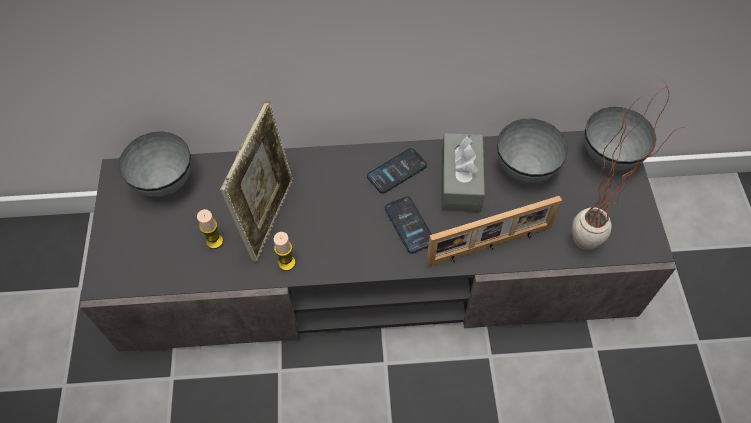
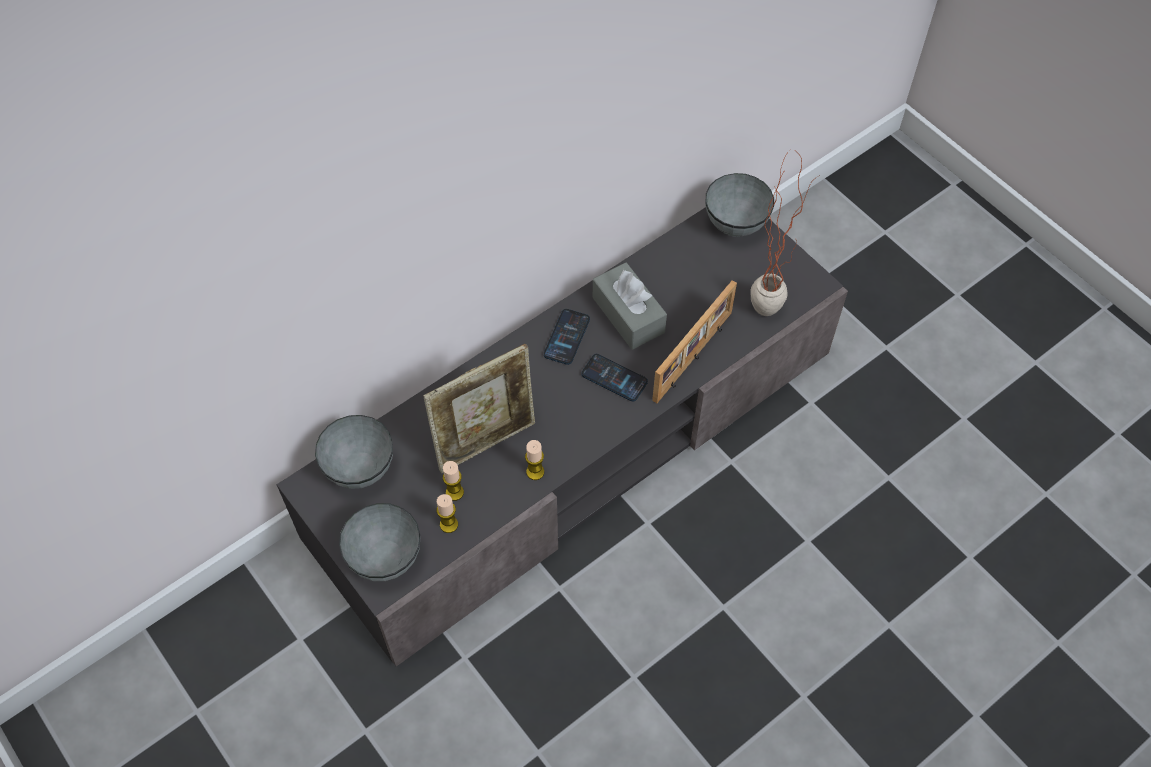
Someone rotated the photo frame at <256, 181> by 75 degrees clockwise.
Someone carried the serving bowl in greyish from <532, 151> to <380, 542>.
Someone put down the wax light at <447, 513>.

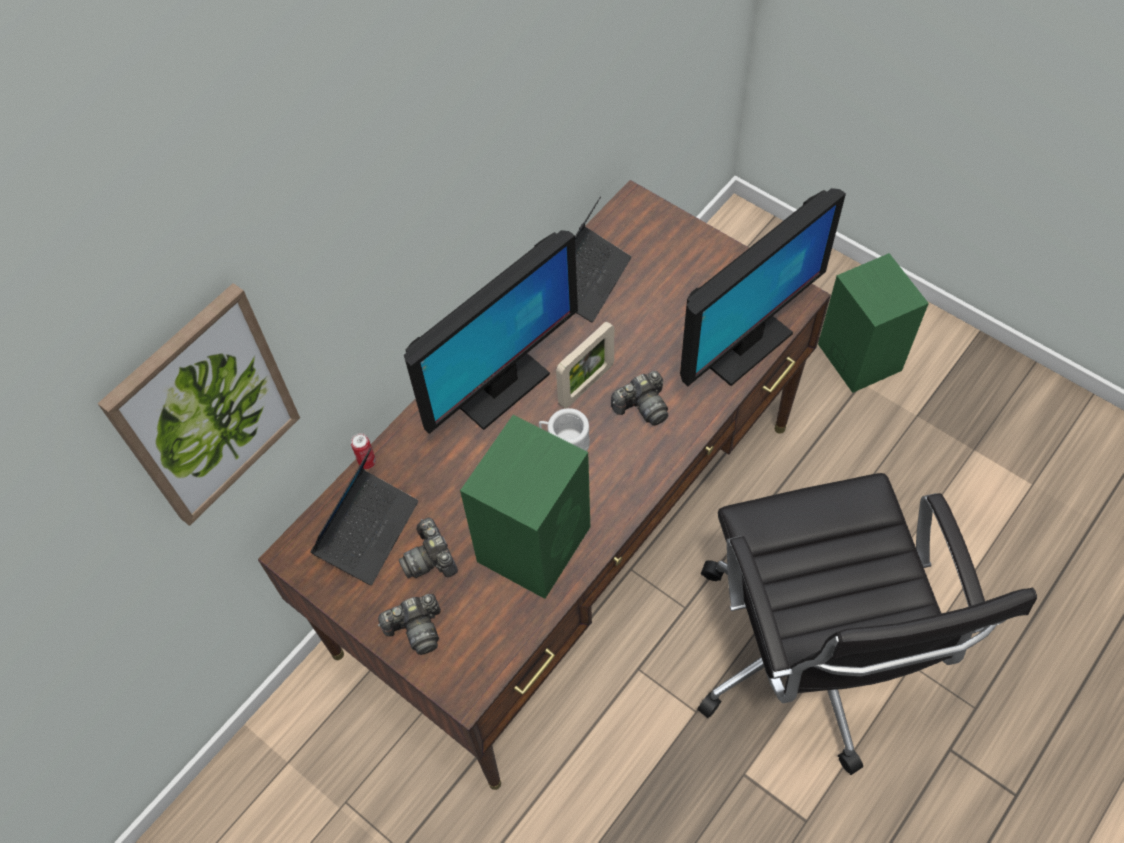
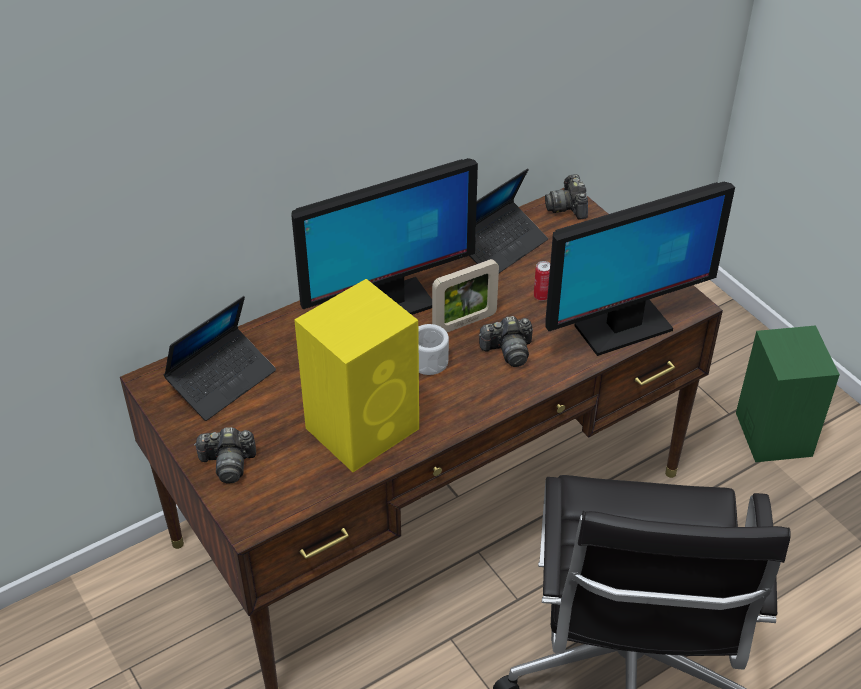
Someone took away the picture at <199, 404>.
Someone repainted the speaker in green-coloured at <525, 507>, which became the speaker in yellowish at <356, 375>.
Someone carried the can from <363, 451> to <542, 281>.
Someone carried the photo camera from <428, 548> to <566, 197>.

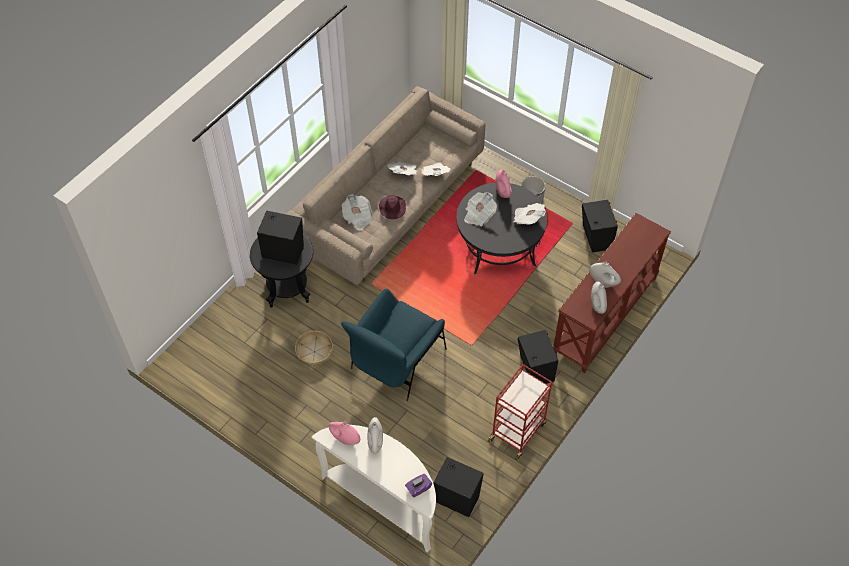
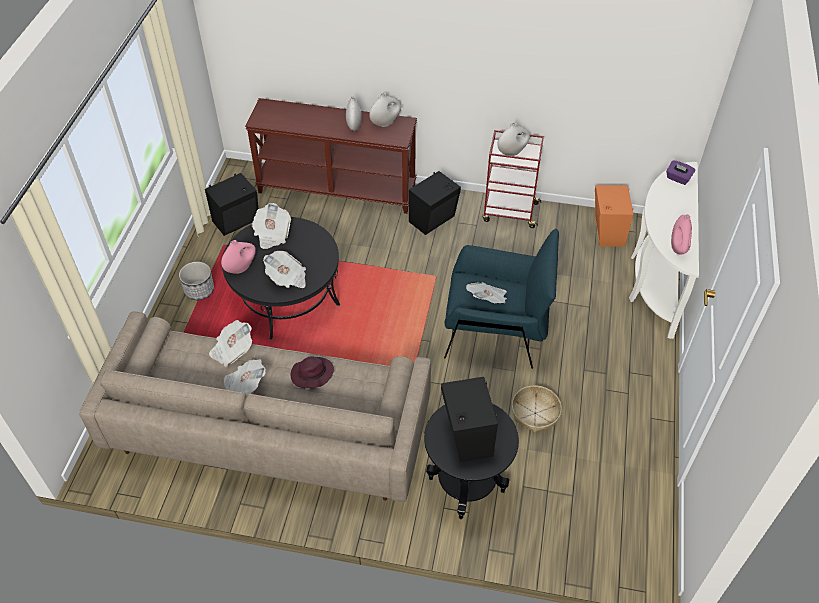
Someone carried the printed paper from <357, 212> to <486, 292>.
Someone carried the vase in white from <375, 435> to <513, 139>.
Someone repainted the speaker in black-coloured at <458, 487>, which became the speaker in orangey at <614, 216>.

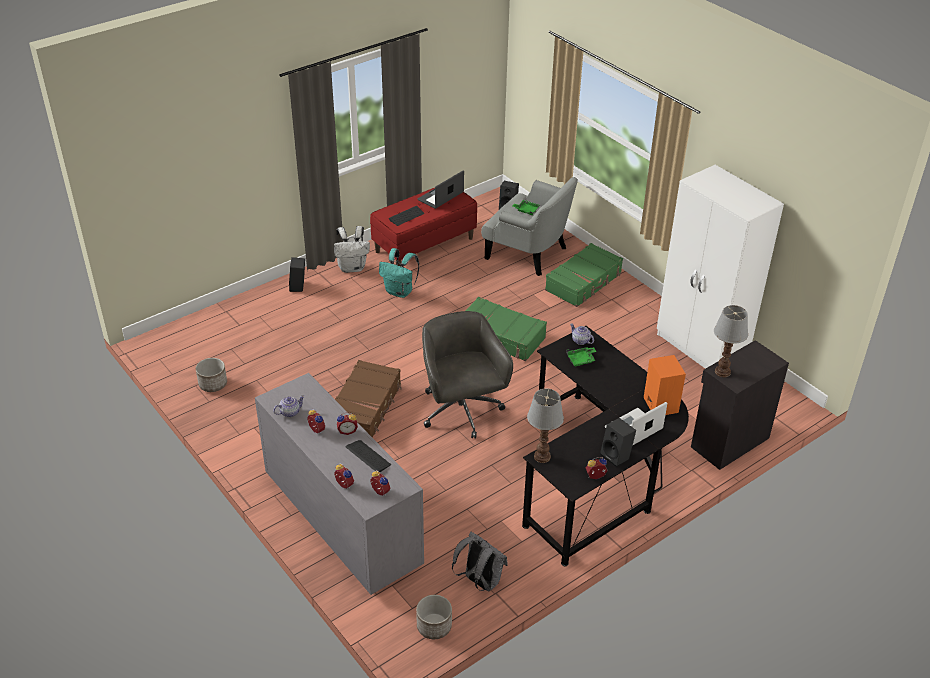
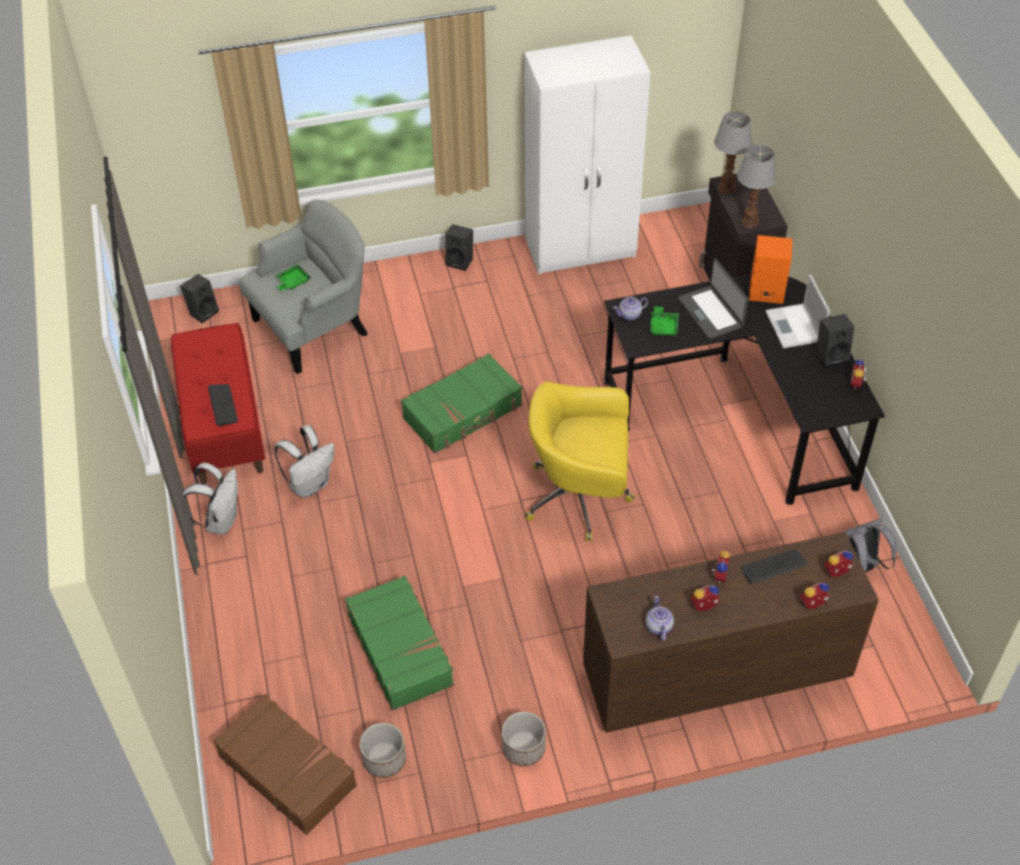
Someone carried the portable computer from <440, 190> to <713, 298>.
Someone carried the piece of luggage in green-coloured from <584, 275> to <399, 643>.
Someone repainted the backpack in blue-green at <399, 273>, which became the backpack in white at <304, 461>.
Someone carried the speaker in black-coloured from <297, 274> to <459, 247>.
Someone repainted the desk chair in greyish at <467, 375>, which became the desk chair in yellowish at <580, 461>.
Someone carried the piece of luggage in brown from <368, 399> to <285, 764>.
Someone repainted the chest of drawers in greyish at <339, 484>, which became the chest of drawers in brown at <731, 632>.
Someone carried the lamp for a table from <545, 426> to <733, 152>.
Someone carried the planter from <434, 617> to <524, 739>.

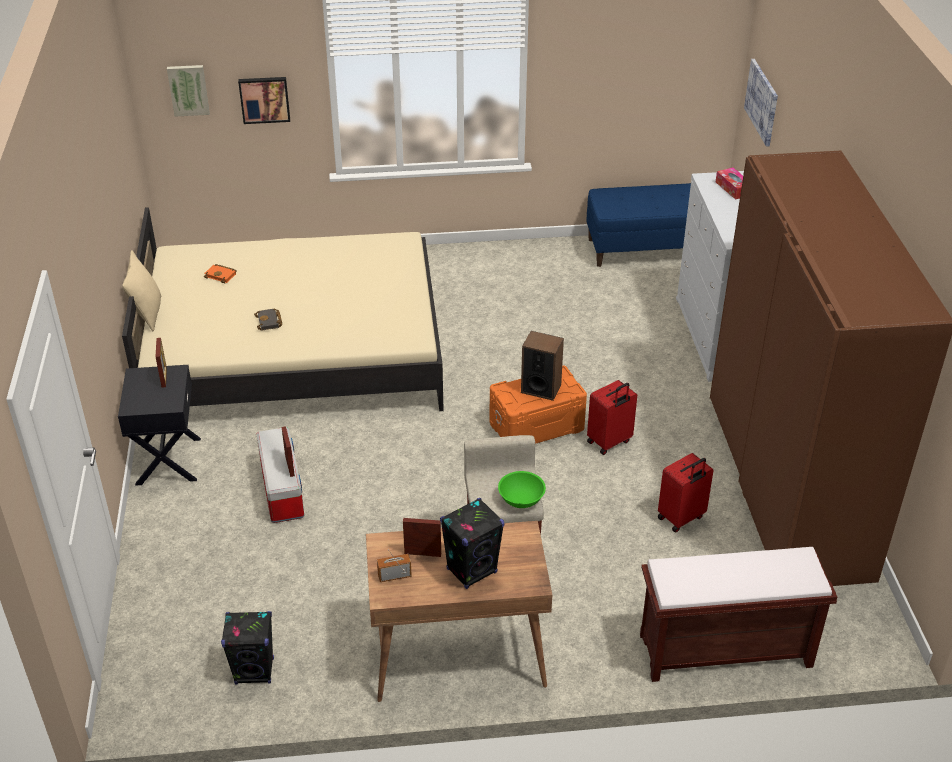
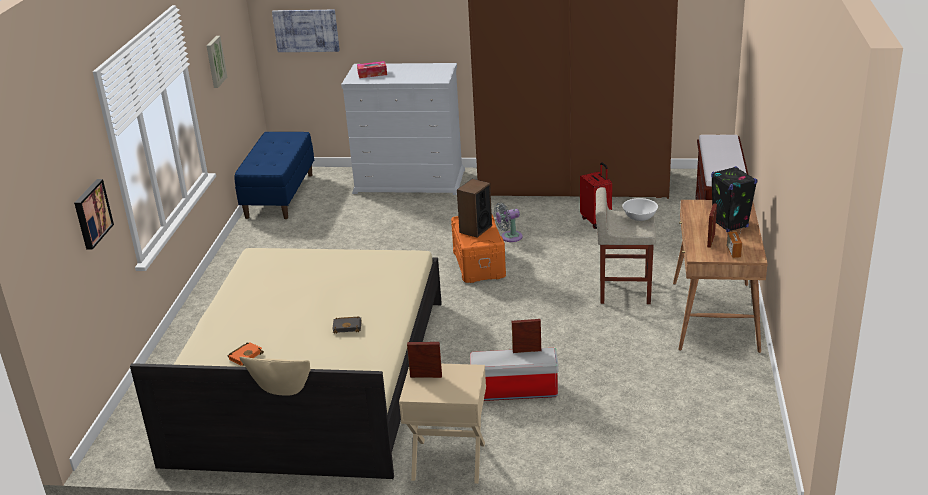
Someone carried the picture from <188, 91> to <216, 62>.
Someone repainted the night table in black-coloured at <159, 425>, which became the night table in beige at <442, 424>.
Someone swapped the piece of luggage in red at <612, 417> for the cooling fan in greyish at <508, 222>.
Someone repainted the serving bowl in green-coloured at <522, 489>, which became the serving bowl in white at <640, 209>.
Someone took away the speaker in black-coloured at <247, 648>.

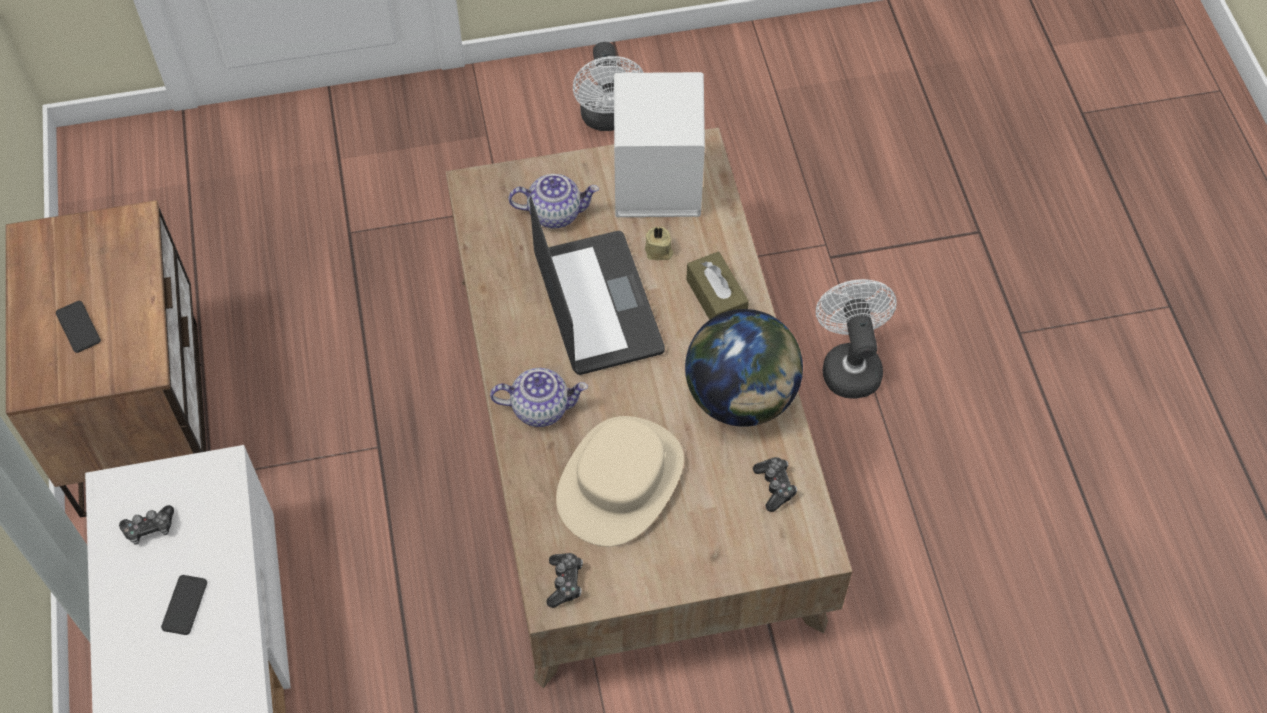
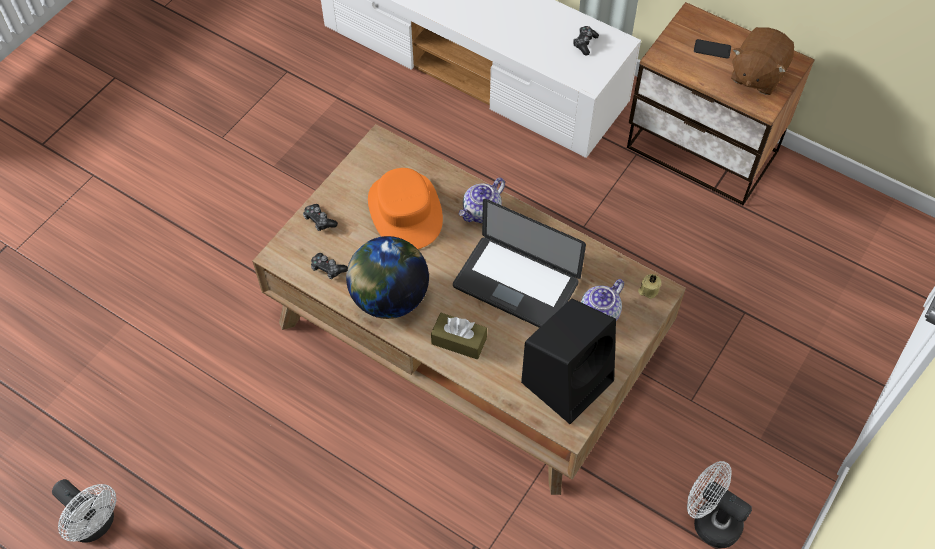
Someone repainted the speaker in white at <659, 144>, which became the speaker in black-coloured at <568, 361>.
Someone carried the wax light in beige from <659, 243> to <649, 286>.
Someone carried the cooling fan in white from <856, 338> to <84, 511>.
Someone repainted the hat in beige at <620, 481>, which became the hat in orangey at <405, 208>.
Someone carried the joypad from <565, 580> to <320, 217>.
Someone took away the handset at <184, 605>.
Someone put down the cuddly toy in brown at <762, 61>.

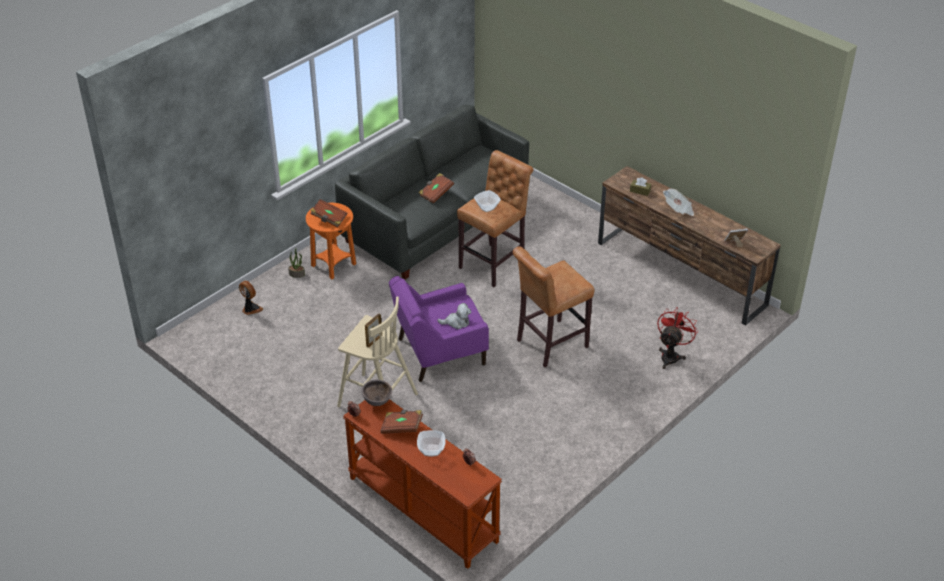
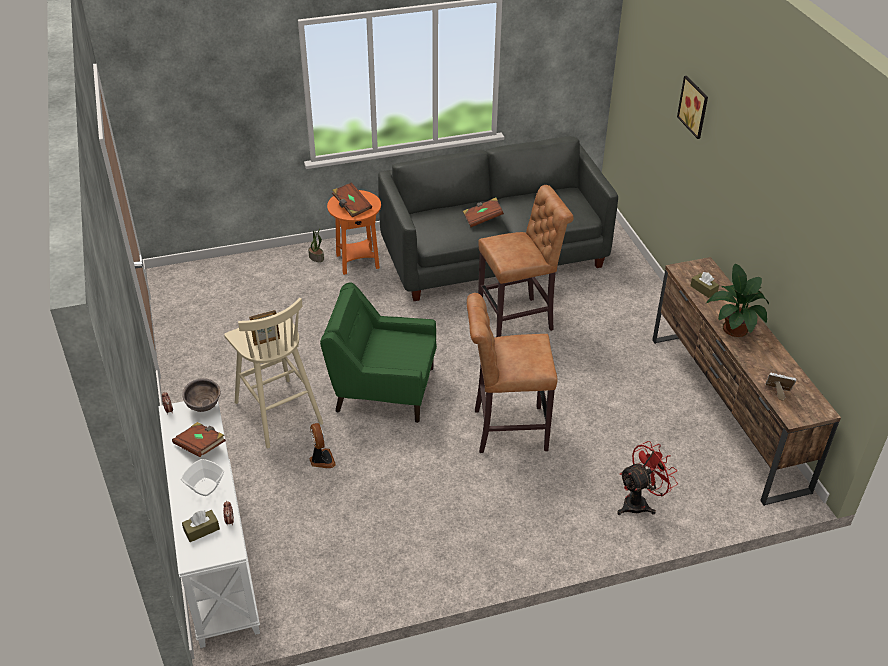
Someone swapped the printed paper at <678, 202> for the potted plant at <737, 300>.
Someone took away the serving bowl at <487, 201>.
Someone repainted the armchair in purple-coloured at <439, 329>, which became the armchair in green-coloured at <378, 353>.
Someone carried the cooling fan from <251, 298> to <322, 445>.
Someone took away the cuddly toy at <454, 316>.
Someone repainted the narrow table in brown at <422, 484>, which became the narrow table in white at <209, 524>.
Someone put up the picture at <692, 107>.
Someone put down the box of tissues in brown at <201, 526>.

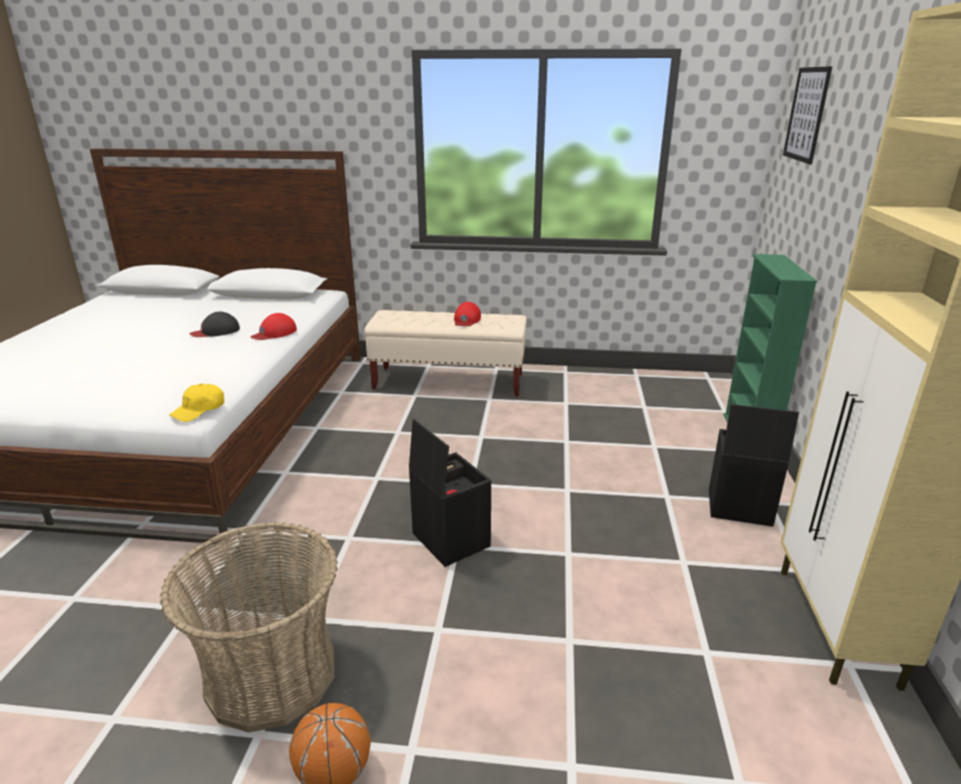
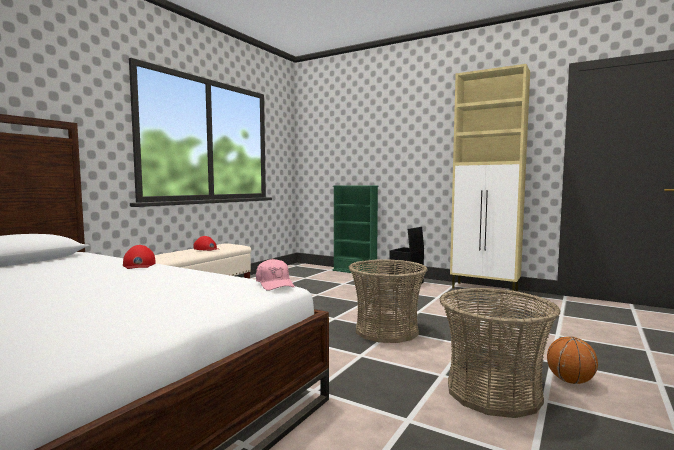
Someone took away the picture at <807, 115>.
Someone took away the peaked cap in black-coloured at <214, 324>.
Someone repainted the peaked cap in yellowish at <196, 402>, which became the peaked cap in pinkish at <275, 274>.
Someone swapped the storage bin in black-coloured at <450, 493> for the household basket at <388, 301>.

